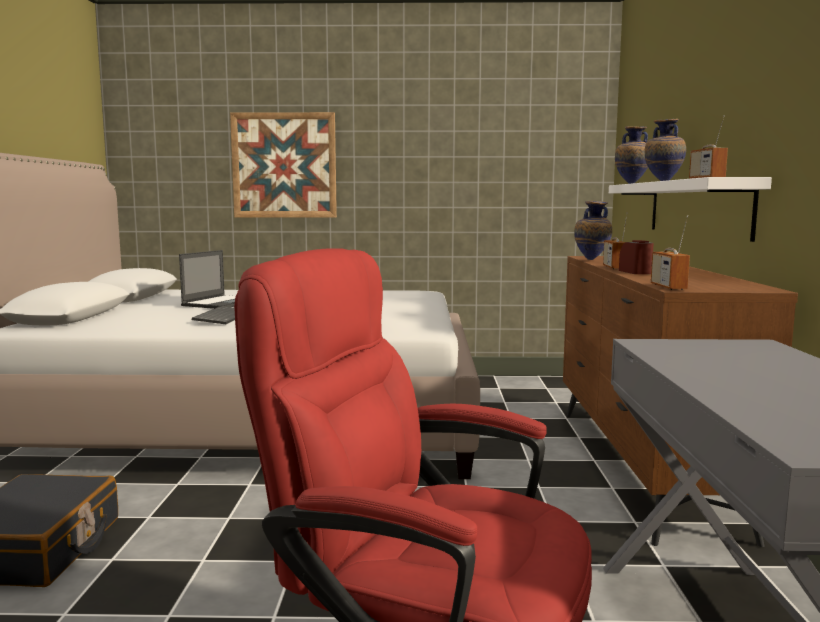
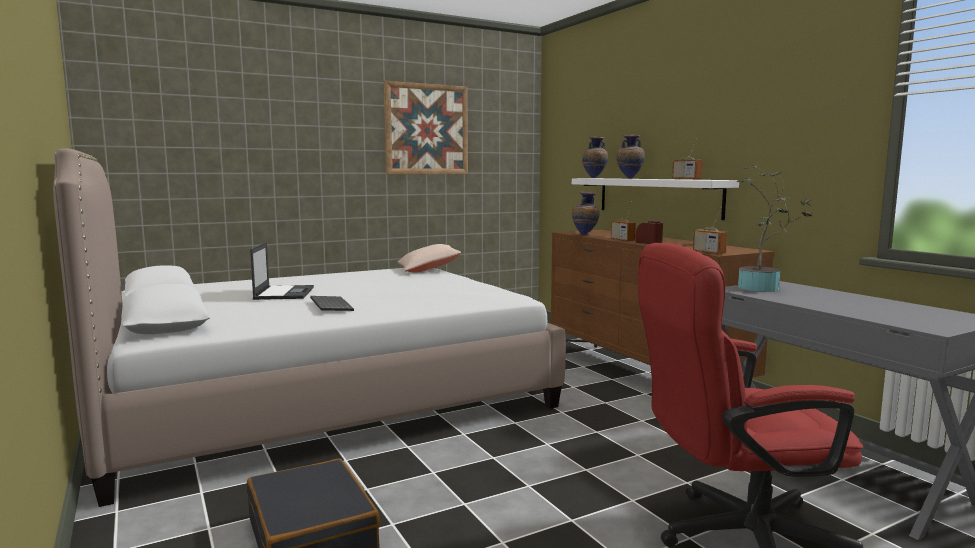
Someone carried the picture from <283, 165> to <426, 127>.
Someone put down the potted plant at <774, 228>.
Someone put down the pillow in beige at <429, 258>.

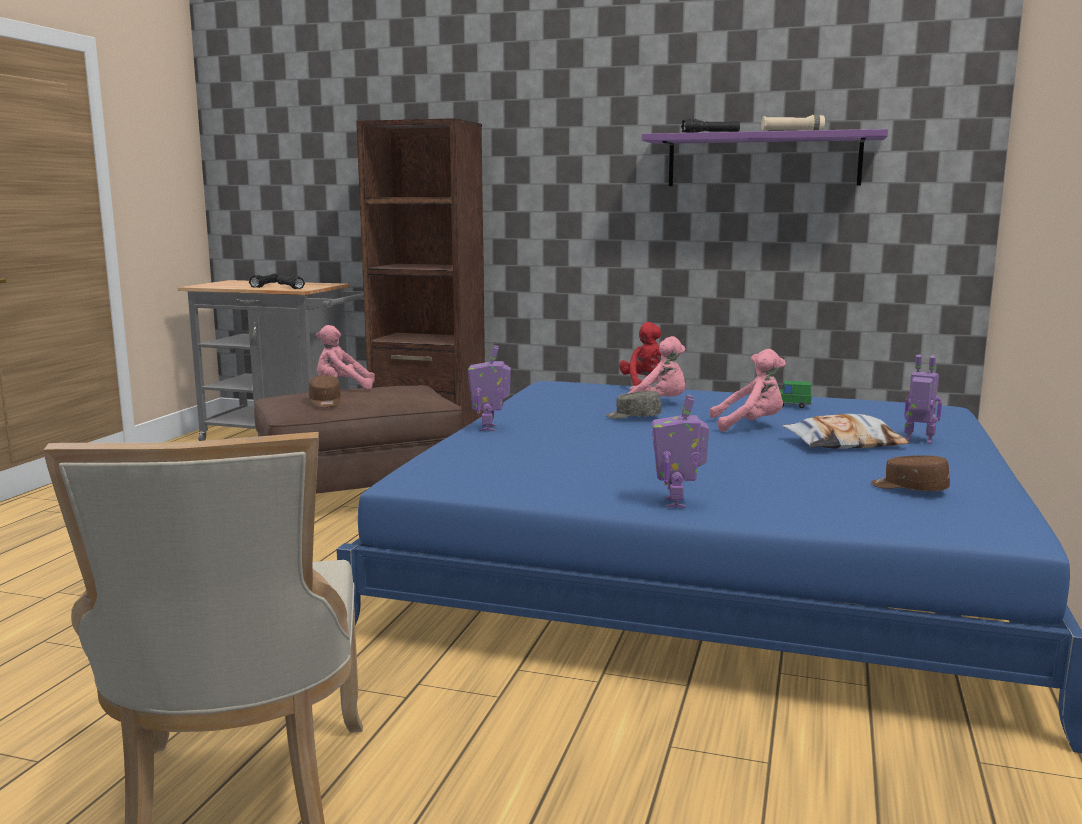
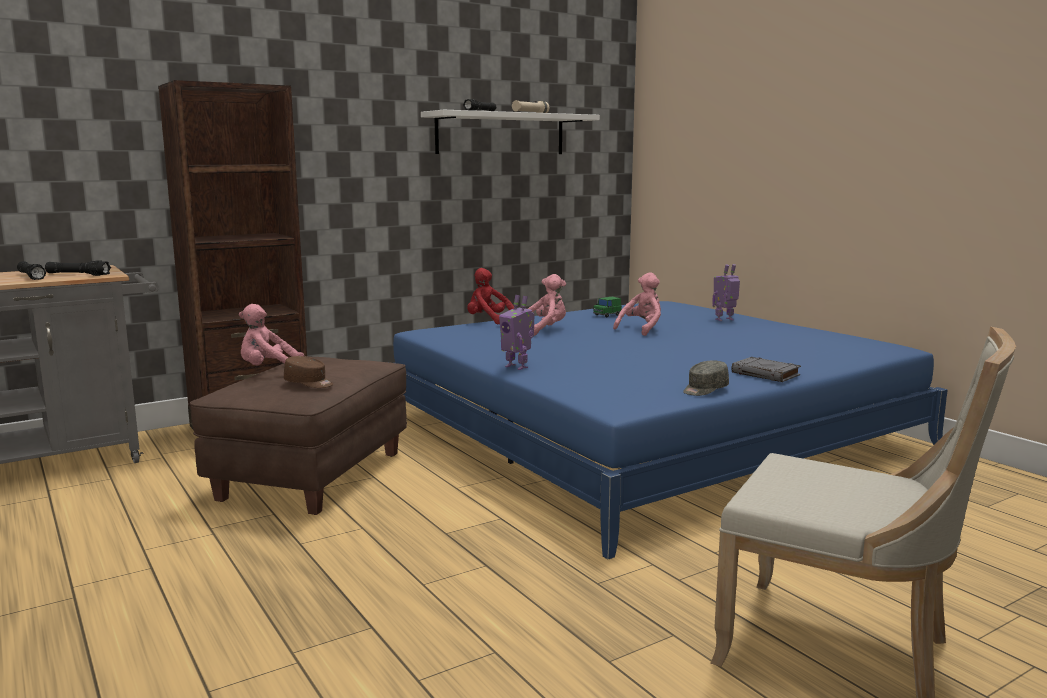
Someone repainted the bracket shelf in purple-coloured at <765, 157>, which became the bracket shelf in white at <510, 132>.
Someone rotated the cuddly toy in pinkish at <345, 357> by 45 degrees clockwise.
Someone carried the peaked cap in greyish from <633, 405> to <706, 378>.
Someone swapped the model robot at <680, 451> for the book in greyish at <766, 369>.
Someone took away the pillow at <846, 431>.
Someone took away the peaked cap in brown at <910, 473>.

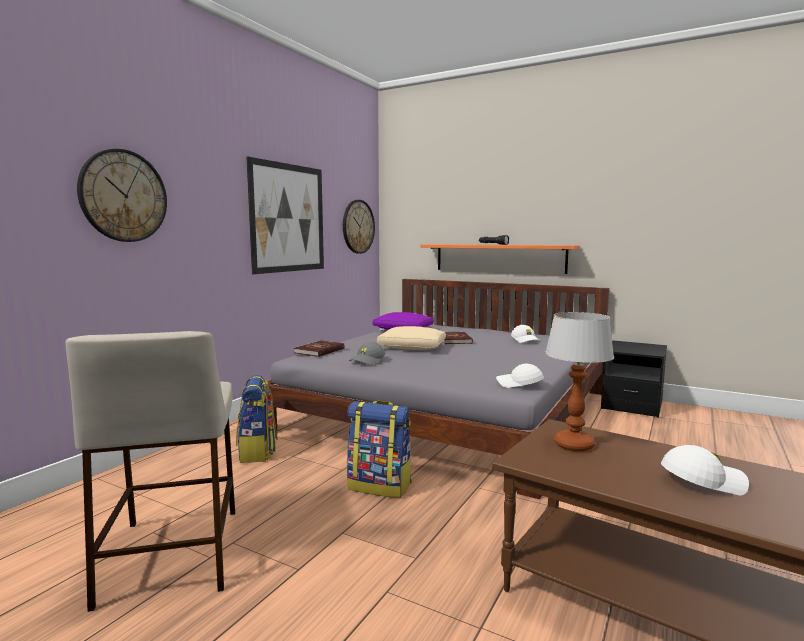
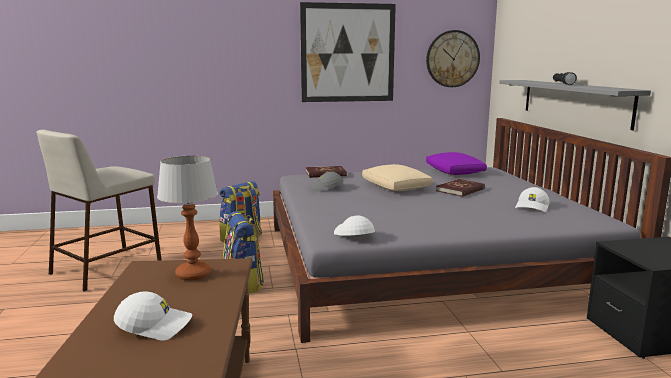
Someone took away the hanging clock at <122, 195>.
Someone repainted the bracket shelf in orangey at <500, 259>, which became the bracket shelf in greyish at <575, 105>.
Someone rotated the peaked cap in white at <705, 470> by 45 degrees counterclockwise.

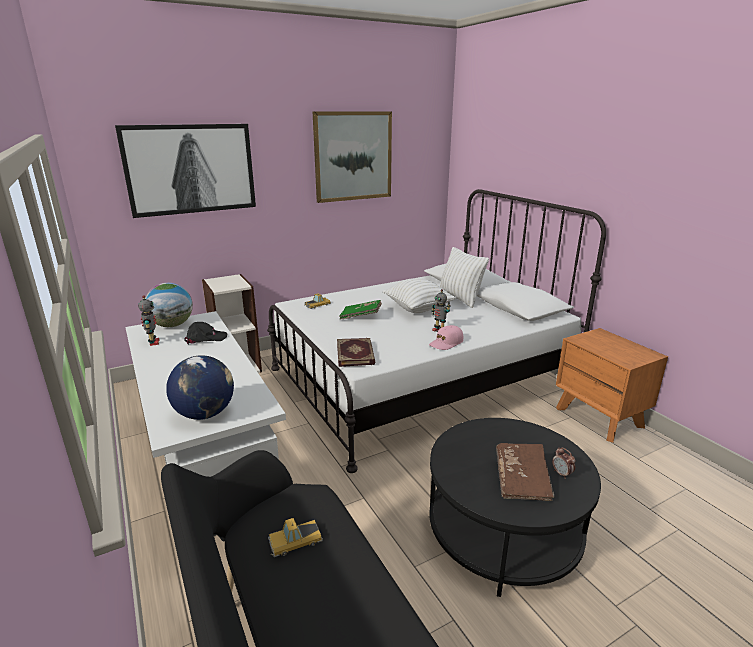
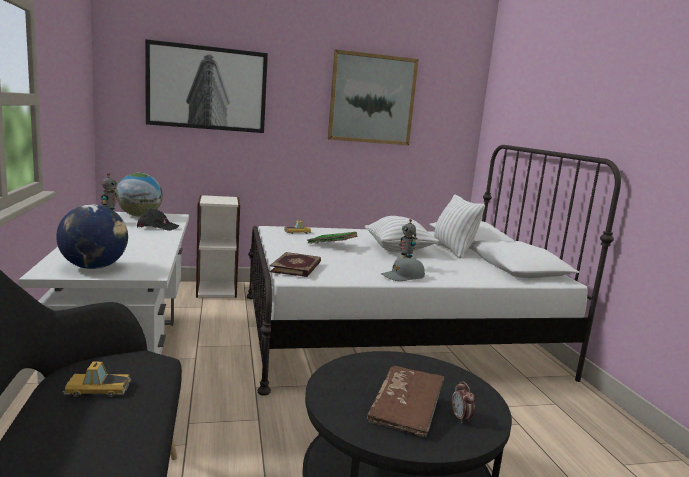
Someone repainted the peaked cap in pinkish at <446, 337>, which became the peaked cap in greyish at <403, 269>.
Someone took away the night table in orangey at <612, 385>.

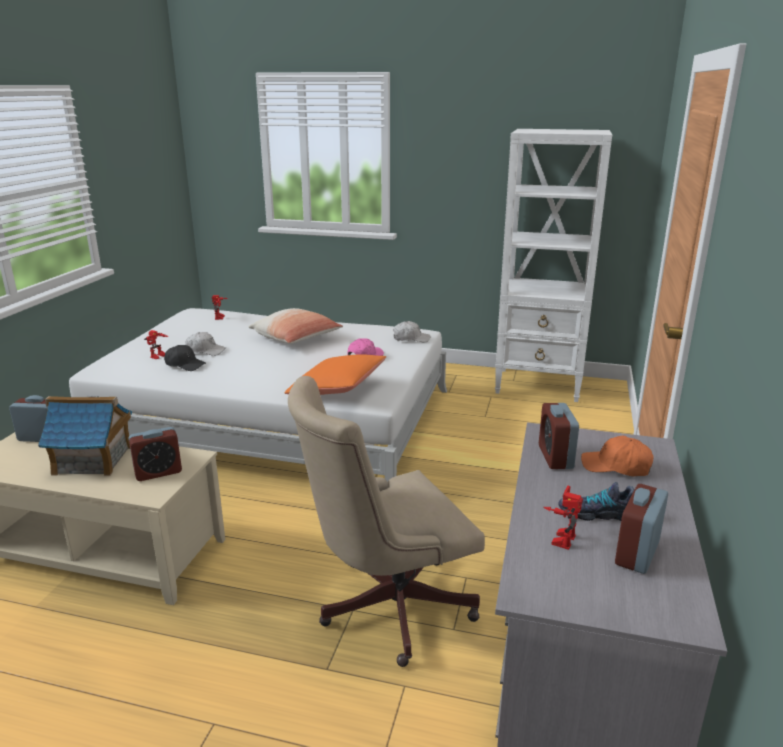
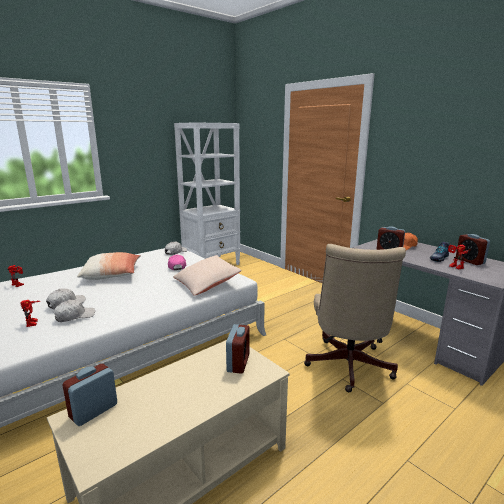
Someone repainted the peaked cap in black-coloured at <185, 358>, which became the peaked cap in white at <74, 311>.
Someone repainted the pillow in orangey at <335, 374>, which became the pillow in beige at <207, 275>.
Someone took away the model house at <85, 436>.

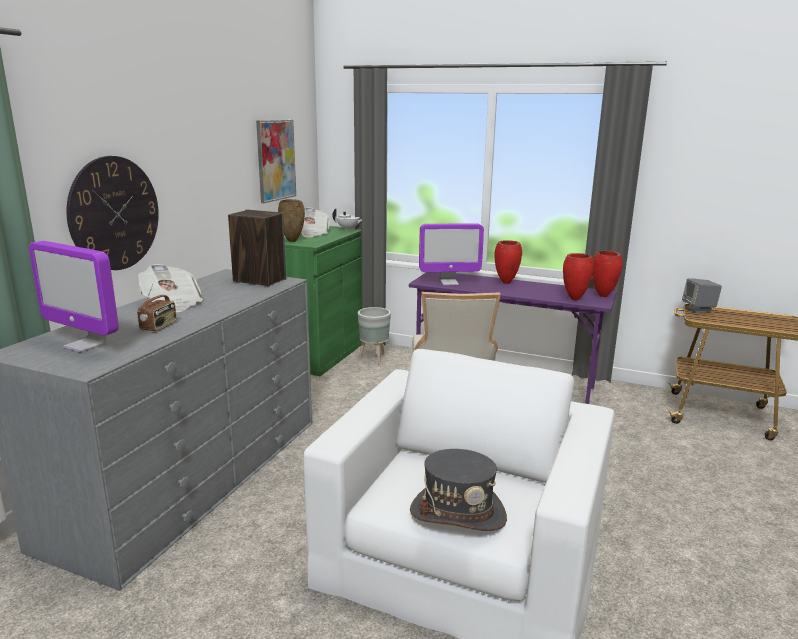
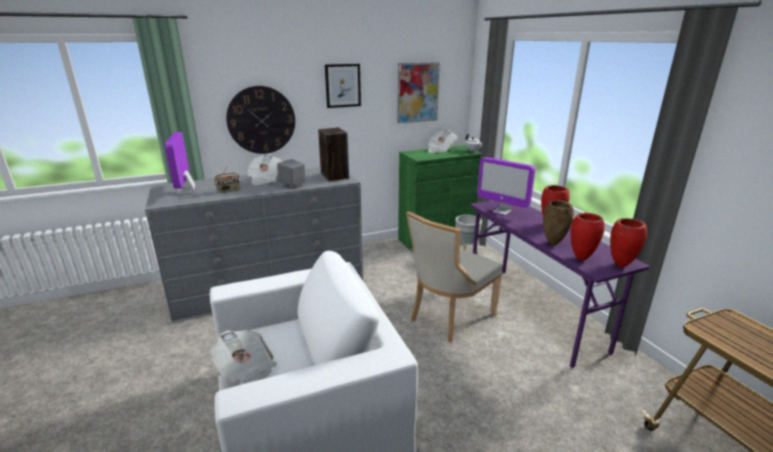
Someone carried the vase in brown from <291, 220> to <558, 222>.
Someone carried the speaker in greyish from <702, 295> to <291, 174>.
Someone swapped the hat in greyish at <458, 490> for the printed paper at <244, 357>.
Someone put up the picture at <343, 86>.

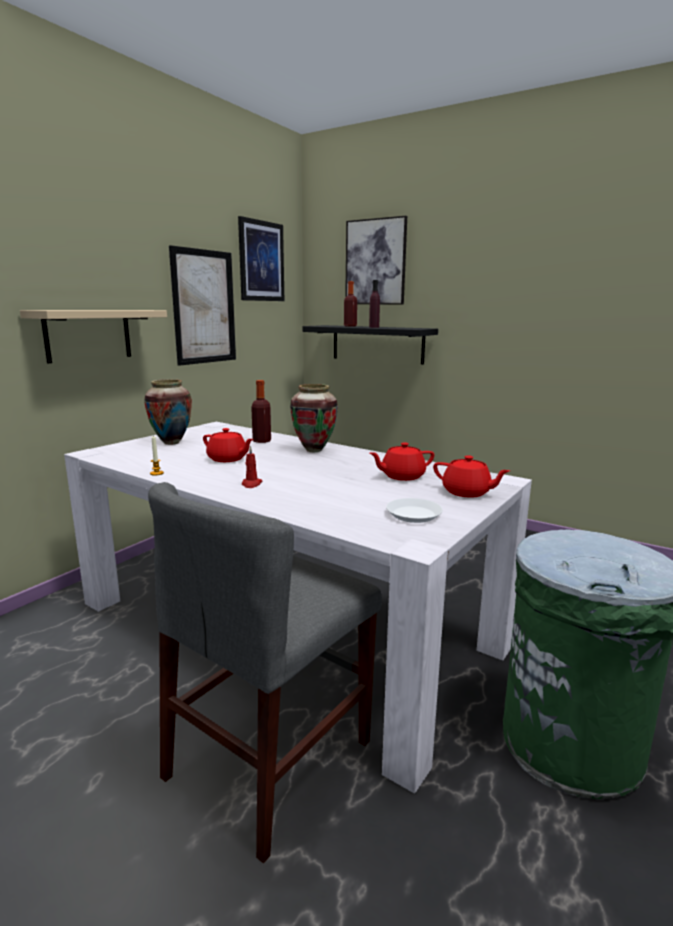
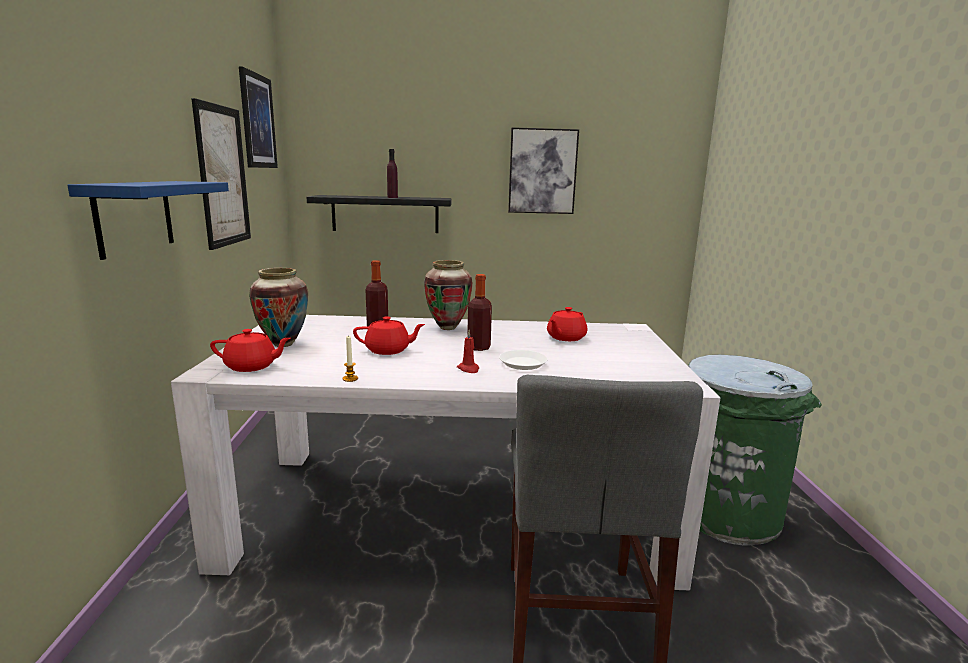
Someone carried the picture from <376, 260> to <543, 170>.
Someone carried the bottle from <350, 304> to <479, 312>.
Someone repainted the bracket shelf in beige at <93, 336>, which became the bracket shelf in bluish at <148, 220>.
Someone carried the tea pot in red from <471, 476> to <250, 350>.
Someone carried the dinner plate in white from <414, 510> to <523, 360>.

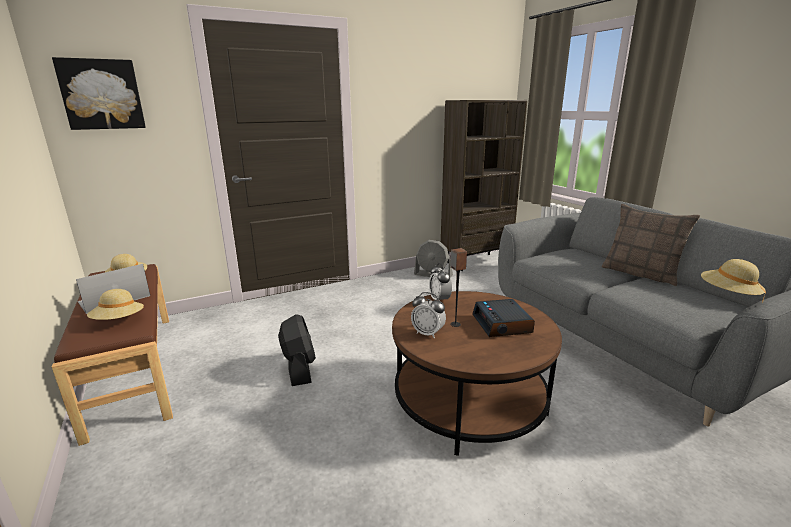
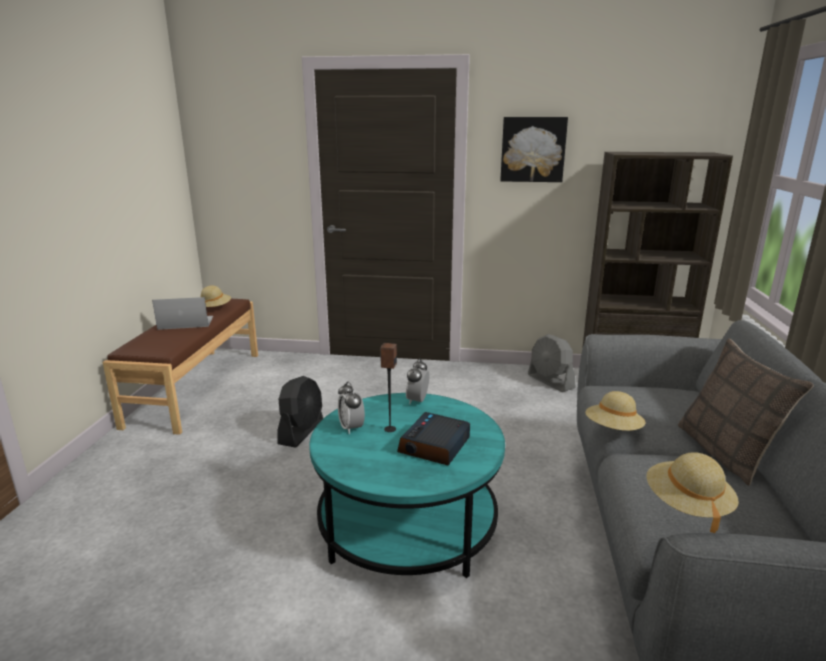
Someone carried the picture from <99, 93> to <534, 149>.
Someone carried the hat in beige from <115, 304> to <615, 411>.
Someone repainted the lounge table in brown at <477, 373>, which became the lounge table in blue-green at <407, 485>.

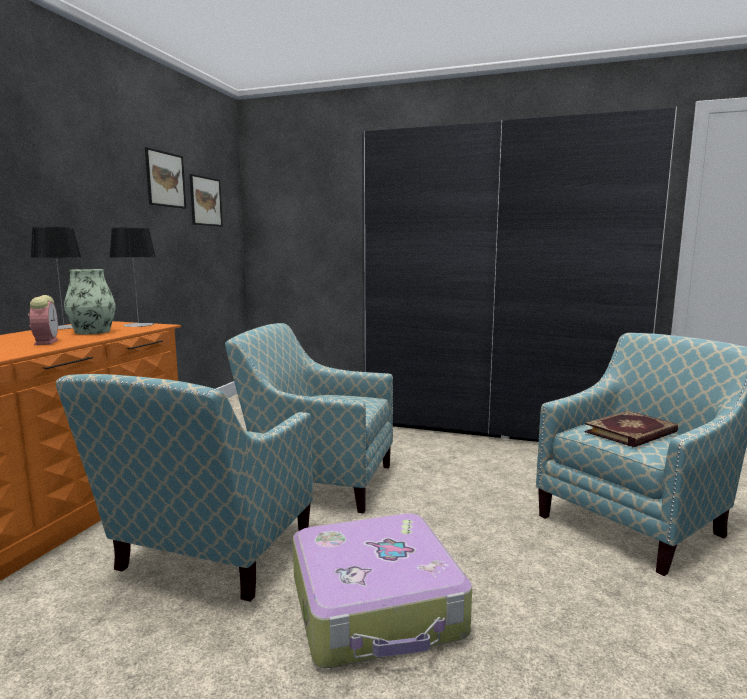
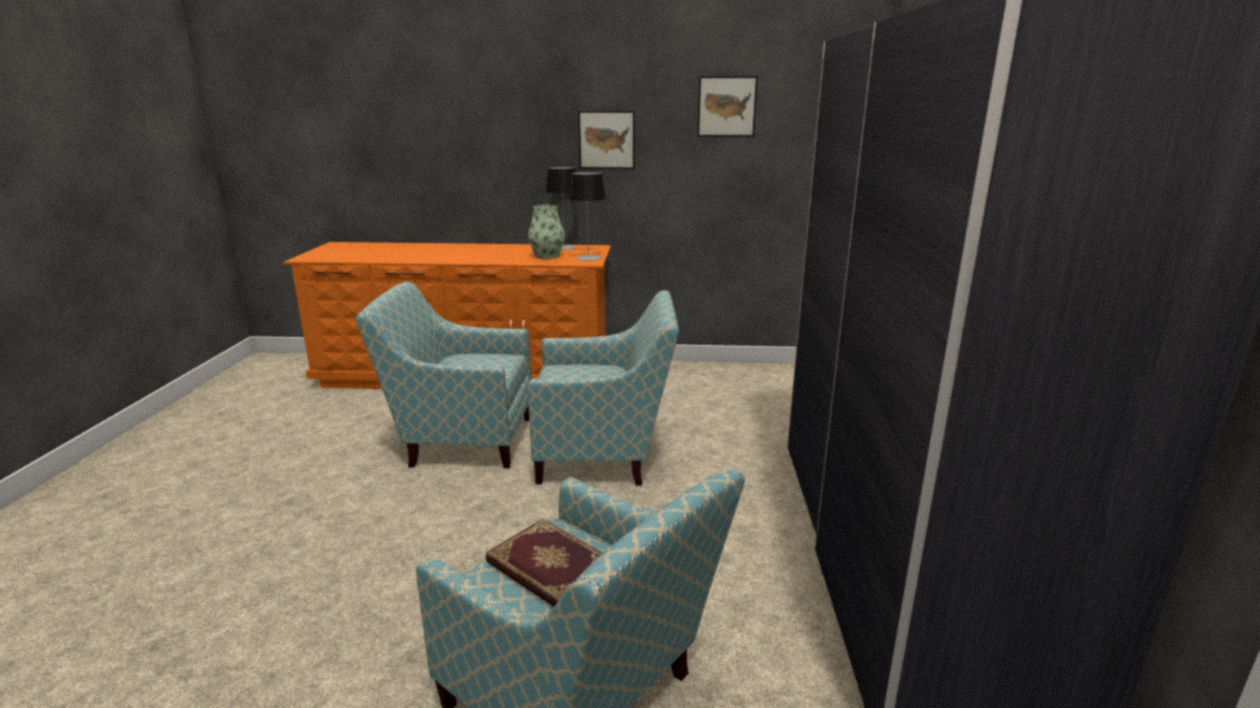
Someone carried the picture from <206, 200> to <606, 140>.
Someone took away the bedside clock at <43, 320>.
Someone rotated the armchair at <309, 418> by 90 degrees clockwise.
Someone took away the piece of luggage at <382, 590>.

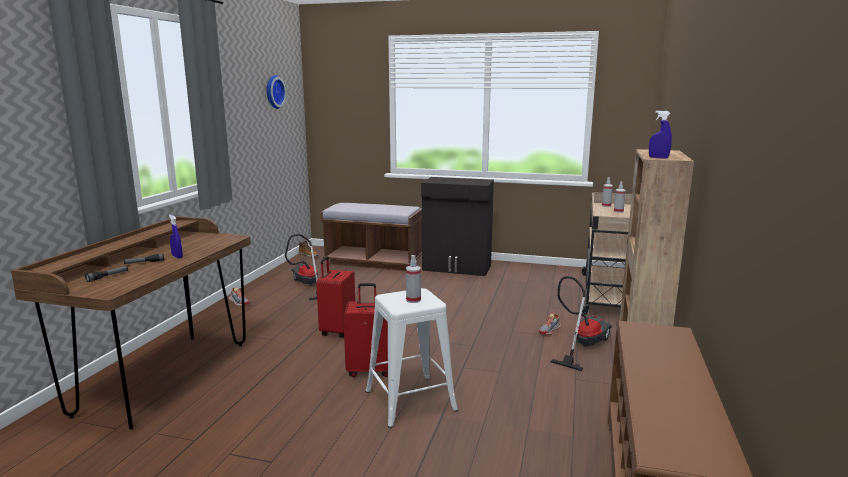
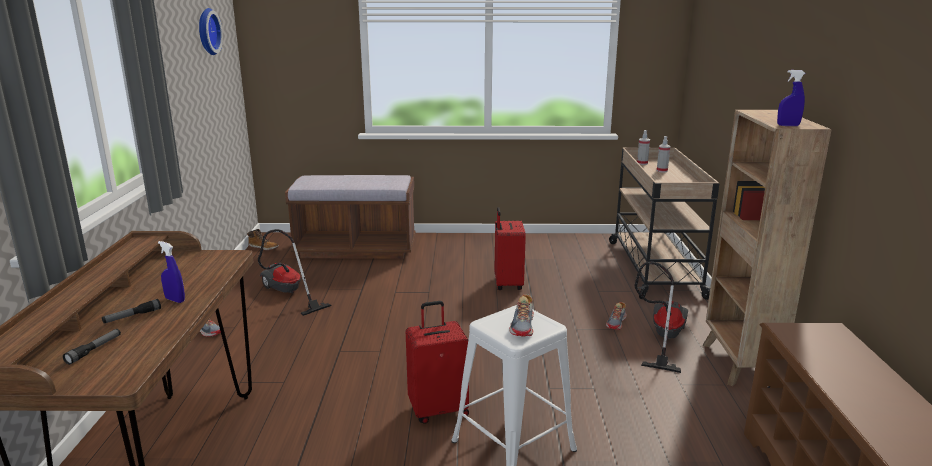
Someone took away the cabinet in black-coloured at <457, 226>.
Someone swapped the sprayer at <413, 279> for the item of footwear at <521, 315>.
Someone carried the piece of luggage in red from <335, 297> to <510, 248>.

